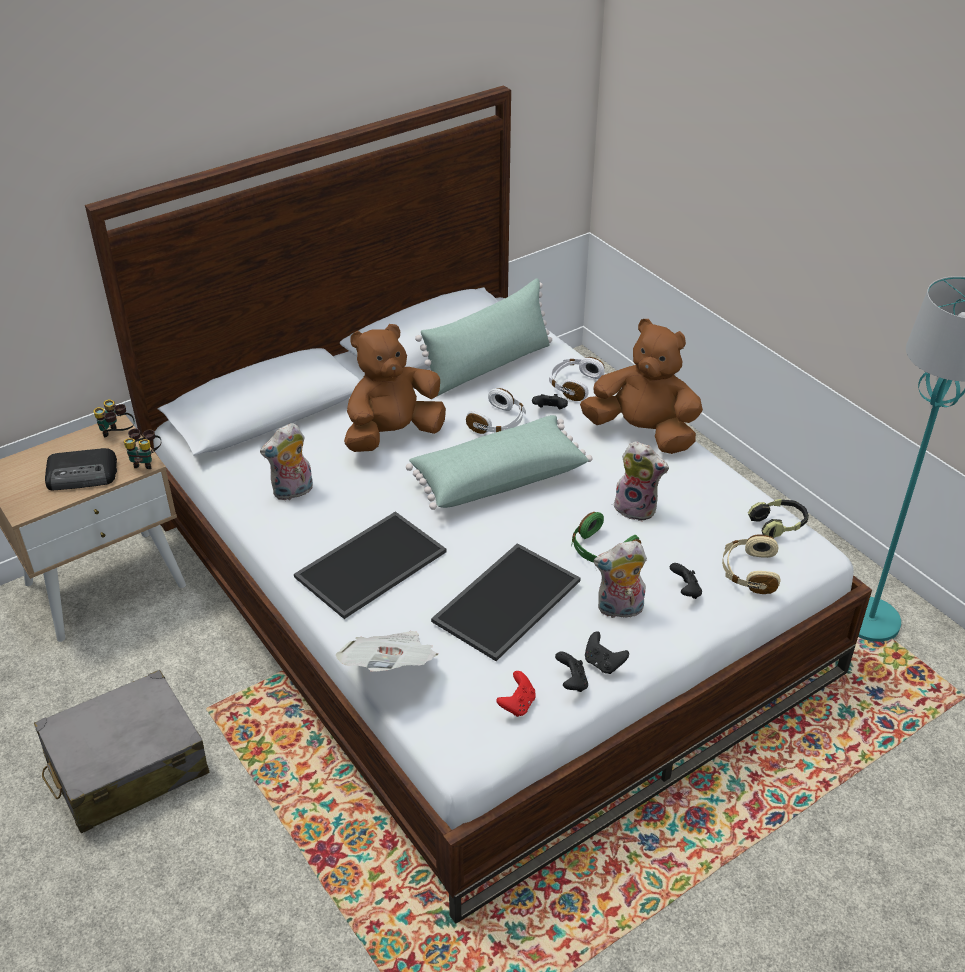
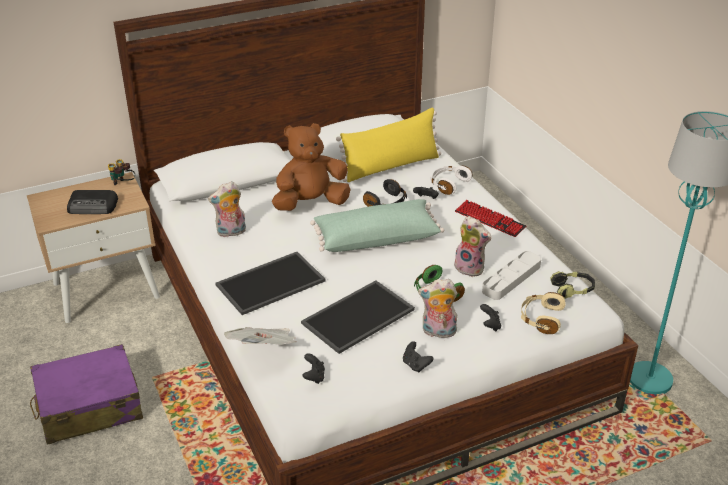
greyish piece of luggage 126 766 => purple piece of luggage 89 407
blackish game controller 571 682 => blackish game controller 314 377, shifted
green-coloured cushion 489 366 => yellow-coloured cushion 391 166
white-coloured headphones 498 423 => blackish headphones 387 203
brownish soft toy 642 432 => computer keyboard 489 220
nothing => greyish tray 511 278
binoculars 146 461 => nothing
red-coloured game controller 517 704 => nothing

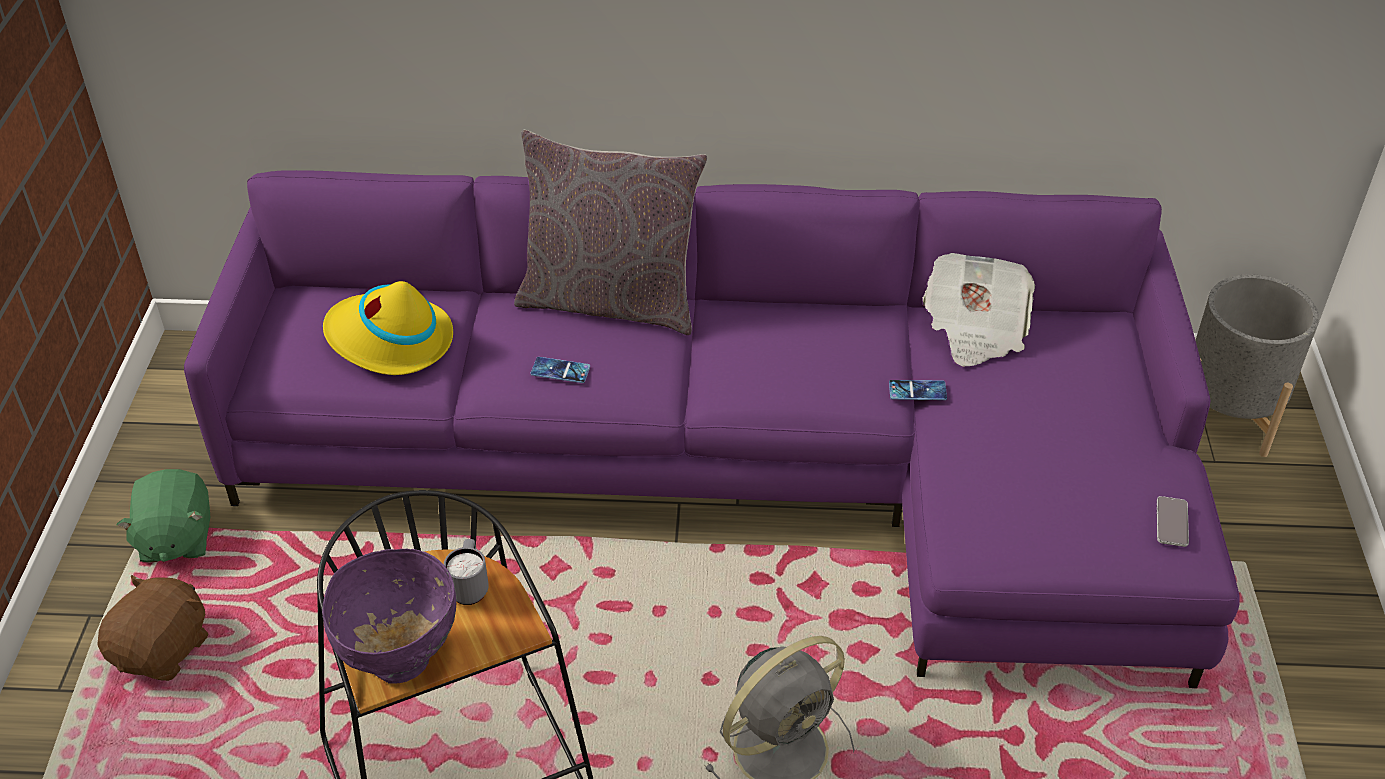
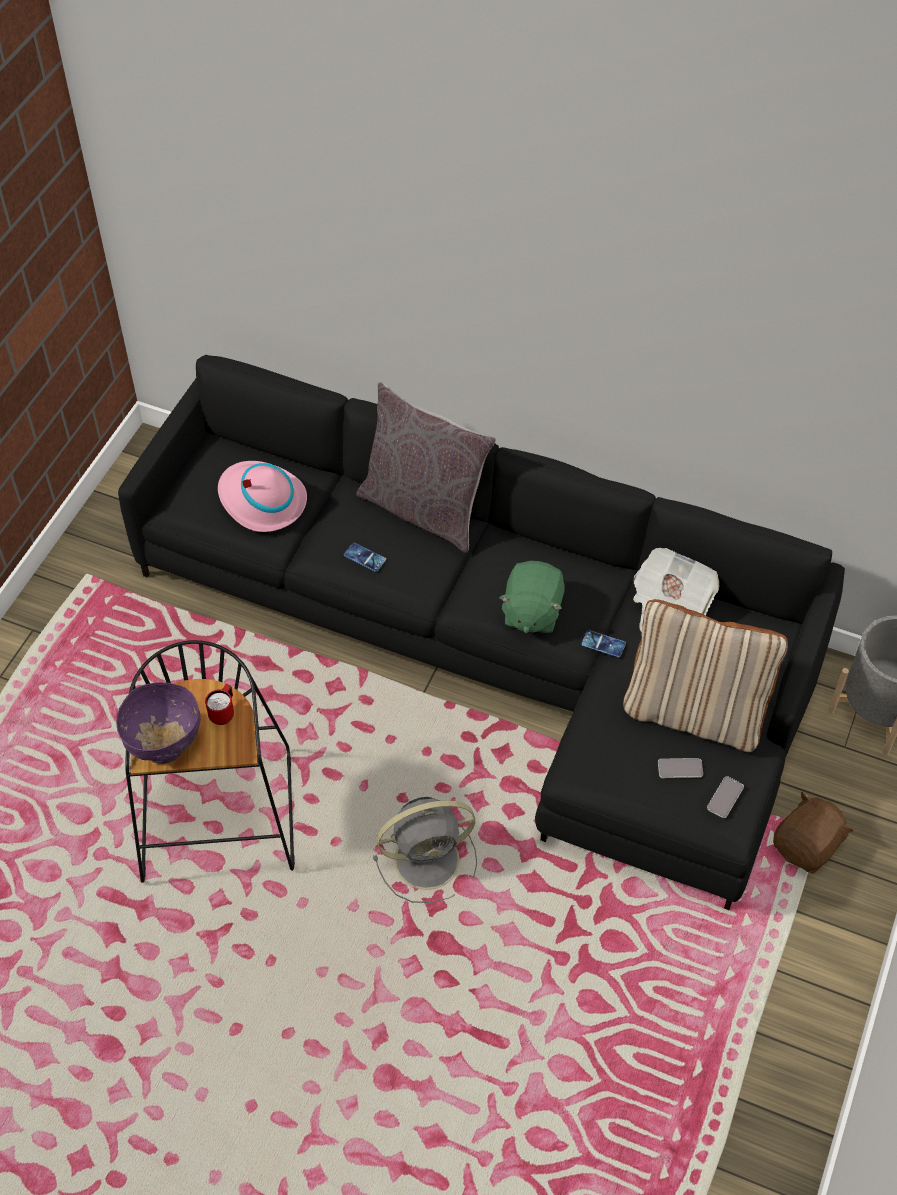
purple sofa 747 467 => blackish sofa 498 649
greyish coffee mug 470 587 => red-coloured coffee mug 223 713
yellow-coloured wearable hat 389 341 => pink-coloured wearable hat 262 501
green-coloured soft toy 175 538 => green-coloured soft toy 531 612, shifted
nothing => beige-coloured cushion 694 712
nothing => telephone 680 769
brownish soft toy 163 650 => brownish soft toy 807 846, shifted

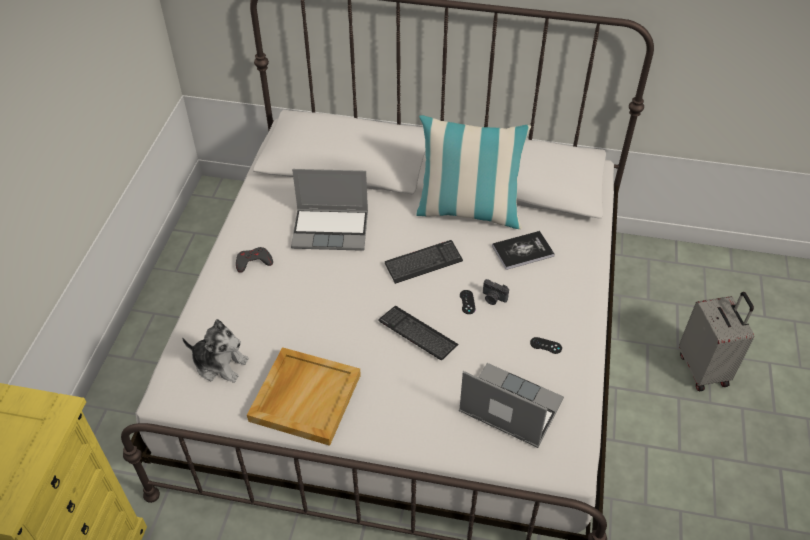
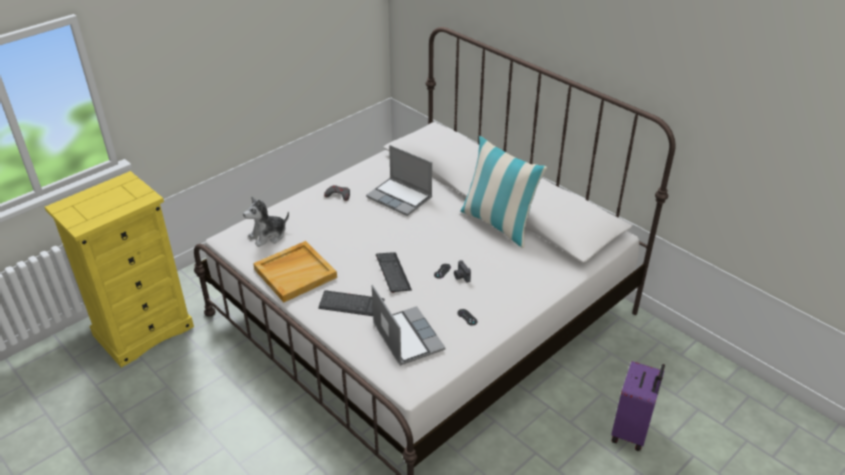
soft toy 220 364 => soft toy 268 236, 90 degrees clockwise
computer keyboard 423 263 => computer keyboard 351 305, shifted
greyish piece of luggage 704 369 => purple piece of luggage 631 431
bound book 522 251 => nothing

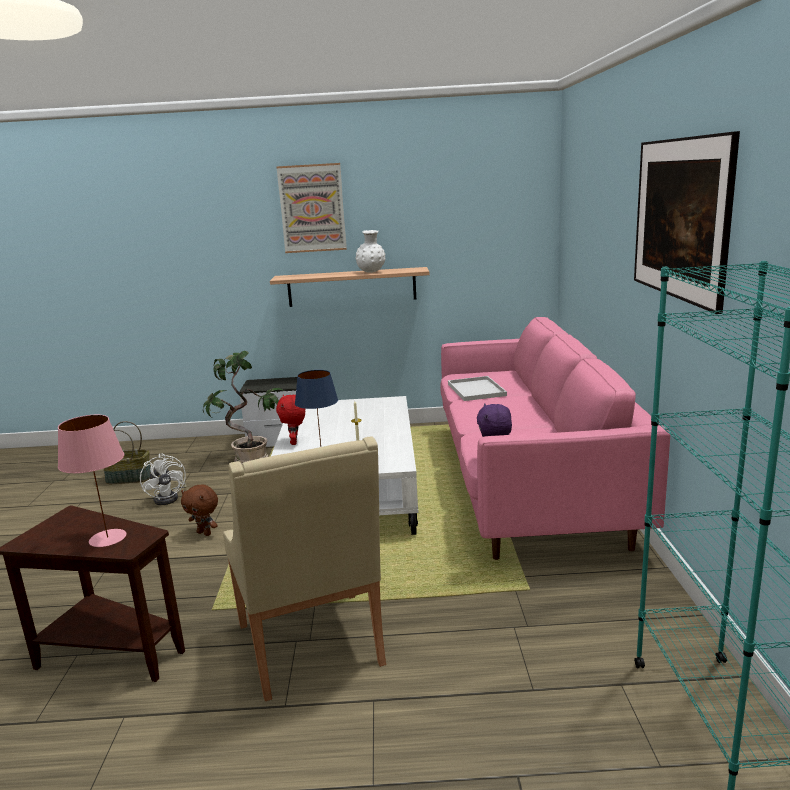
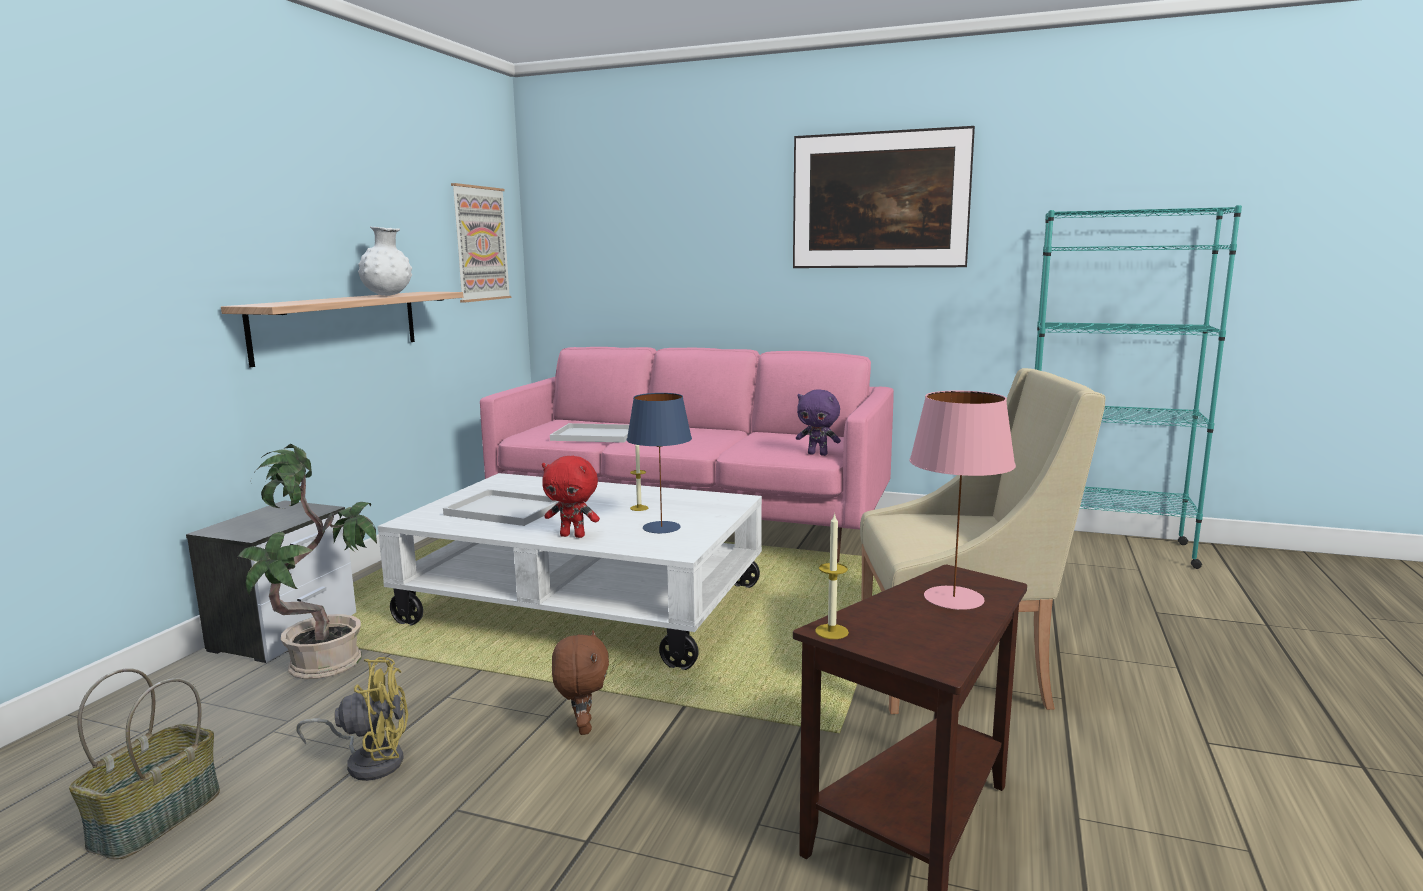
white-coloured cooling fan 169 497 => yellow-coloured cooling fan 369 760
nothing => white-coloured tray 503 510
wall art 312 208 => wall art 480 244, shifted
brownish soft toy 205 533 => brownish soft toy 582 727, 60 degrees counterclockwise
nothing => wax candle 831 631

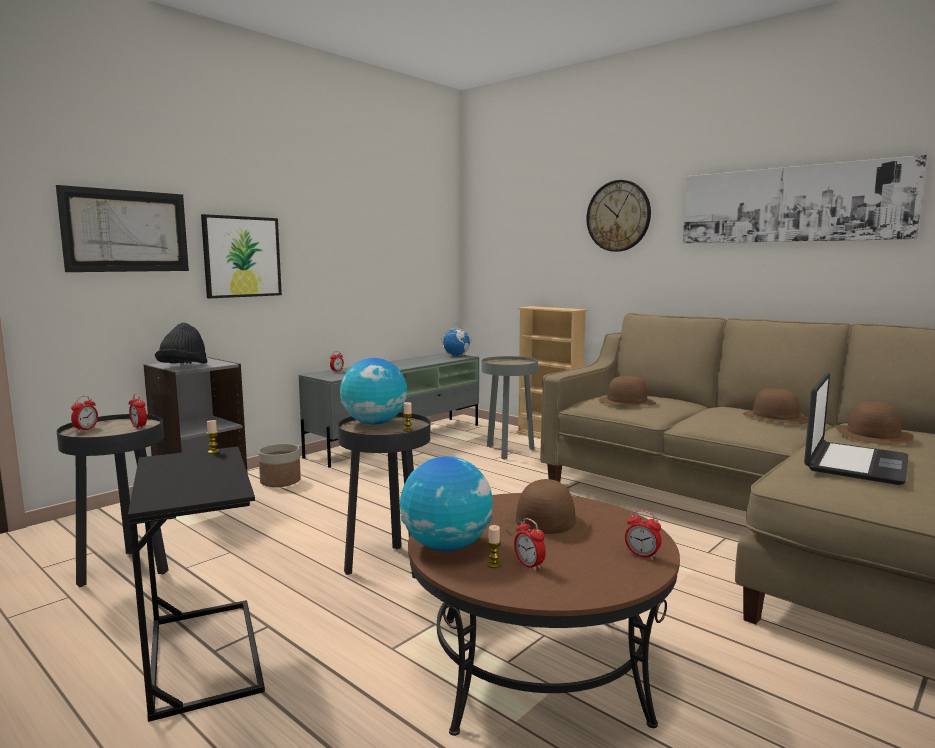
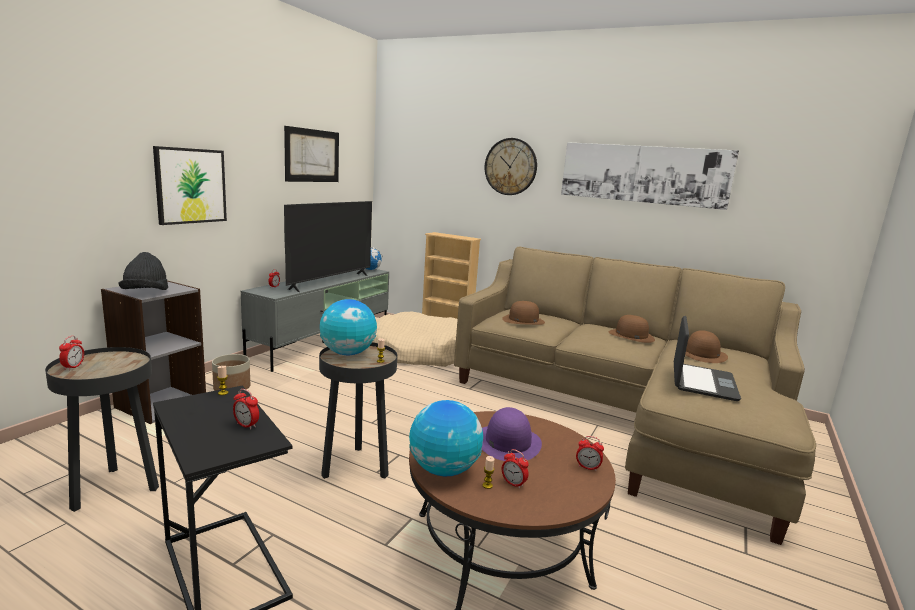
table clock 139 427 => table clock 246 425, shifted
wall art 126 231 => wall art 312 155, shifted
nothing => TV 330 282
greyish end table 508 451 => beige-coloured pet bed 419 352
brownish wearable hat 545 524 => purple wearable hat 507 442

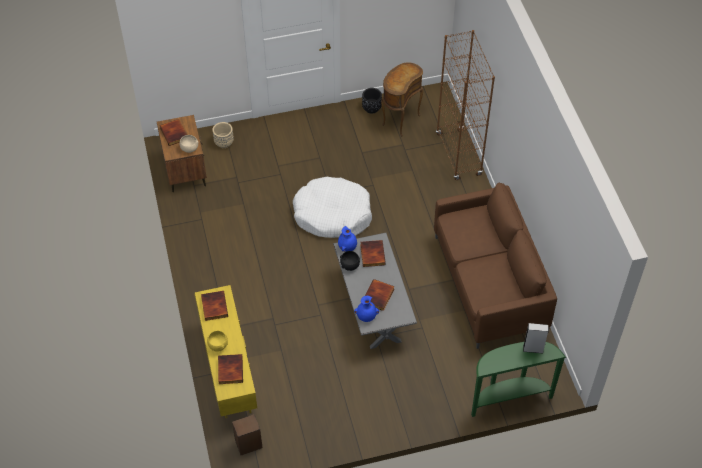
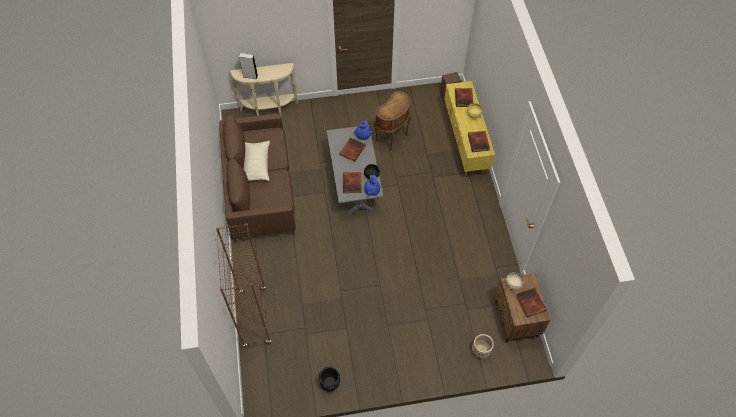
green-coloured hall table 508 398 => beige-coloured hall table 269 111
nothing => beige-coloured cushion 257 165
brownish end table 399 120 => brownish end table 392 139, shifted
white-coloured pet bed 332 214 => nothing

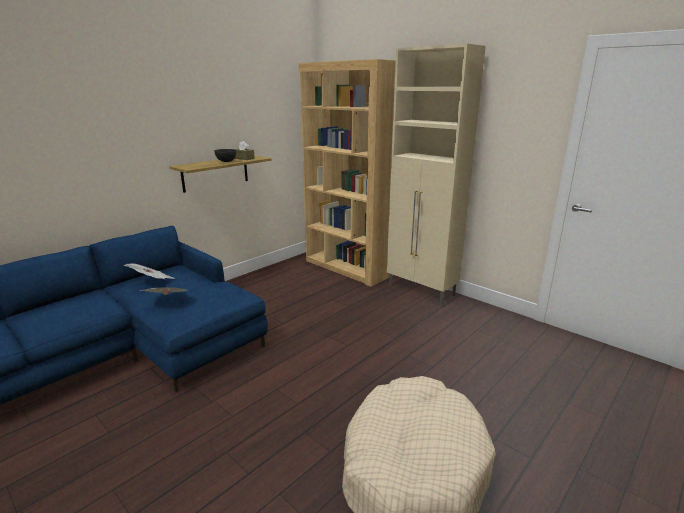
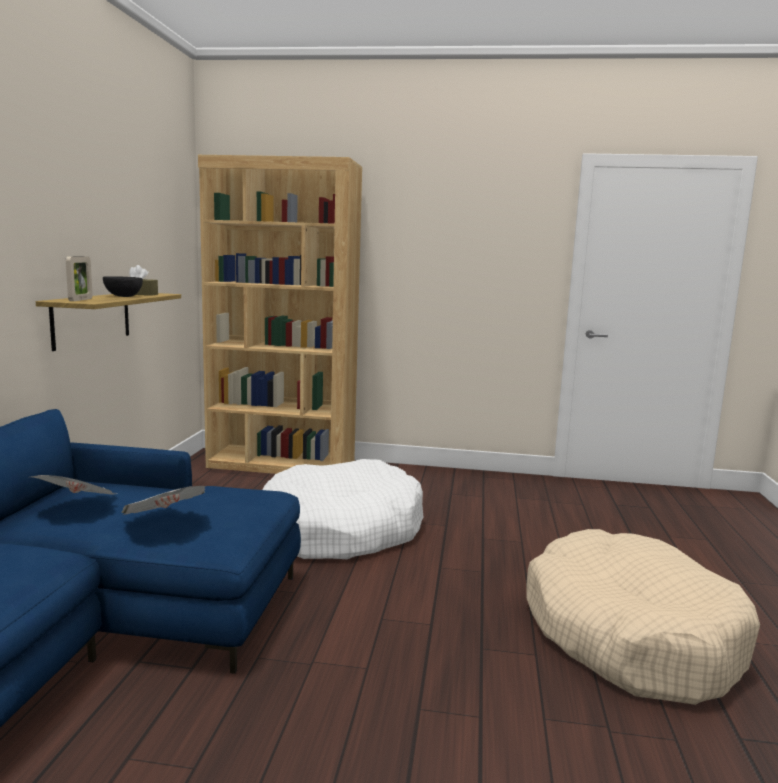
nothing => standing frame 80 300
nothing => white-coloured pet bed 340 530
beige-coloured storage cabinet 421 291 => nothing

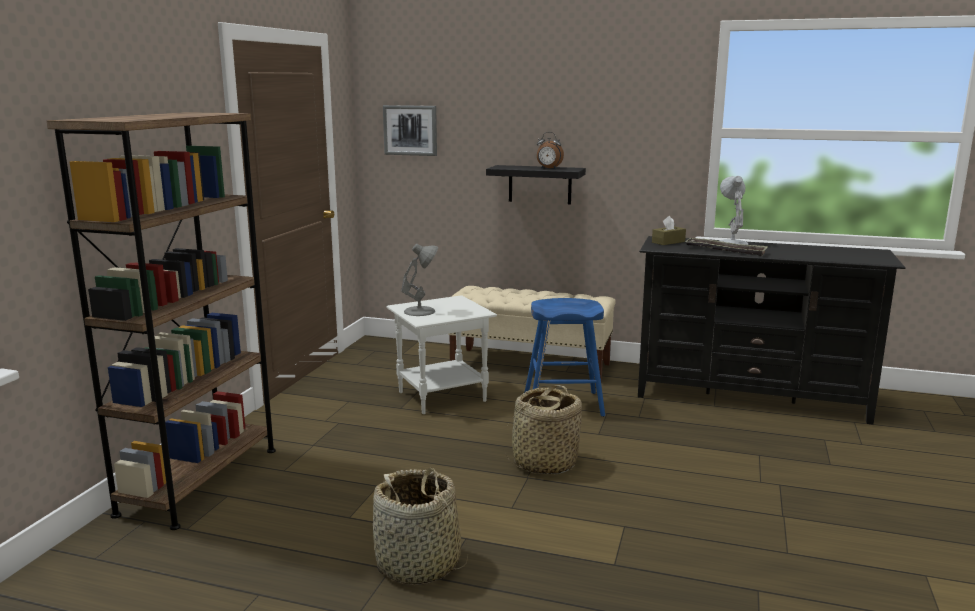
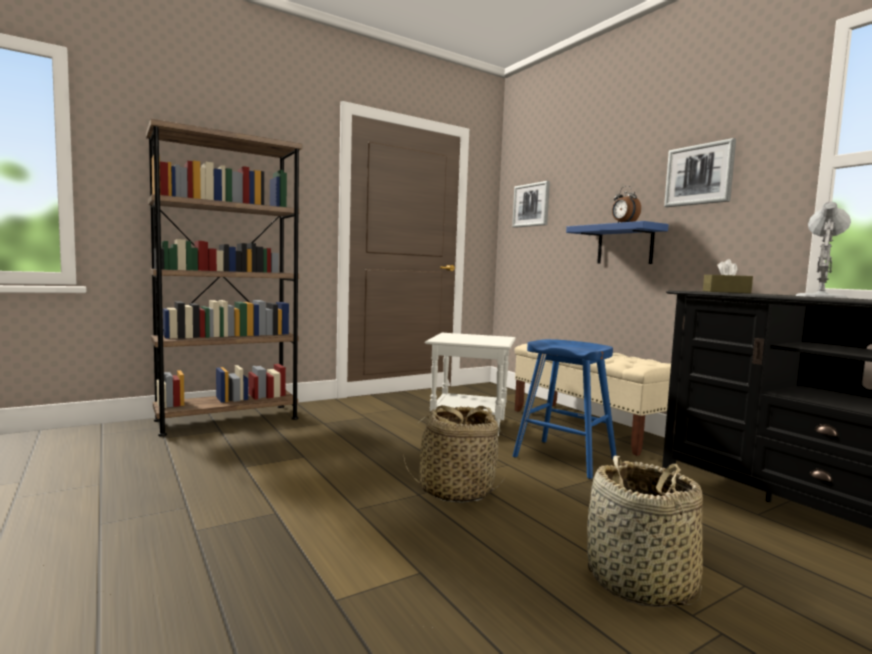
blackish bracket shelf 540 184 => blue-coloured bracket shelf 625 245
basket 419 565 => basket 640 583, shifted
nothing => wall art 699 175
greyish lamp for a table 421 311 => nothing
tray 725 250 => nothing

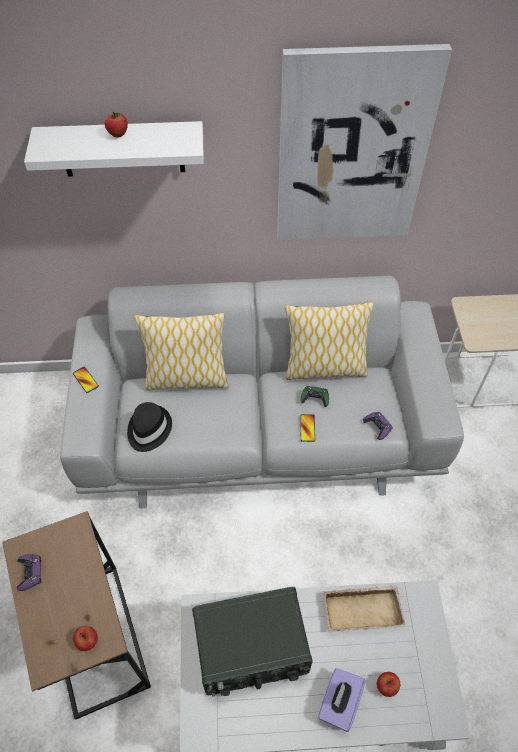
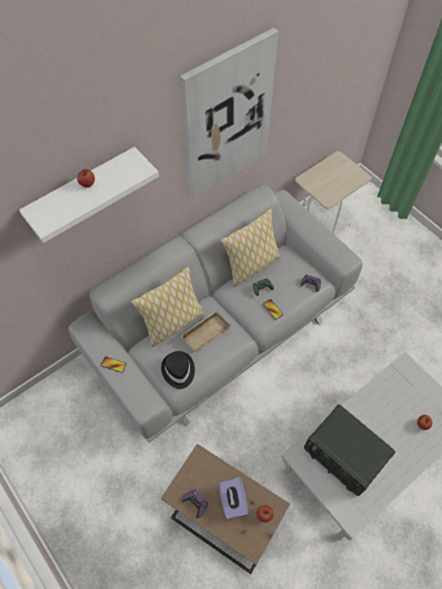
beige-coloured tray 363 608 => beige-coloured tray 205 332, shifted
purple tissue holder 339 702 => purple tissue holder 233 501, shifted
radio 252 650 => radio 343 456, 90 degrees clockwise

